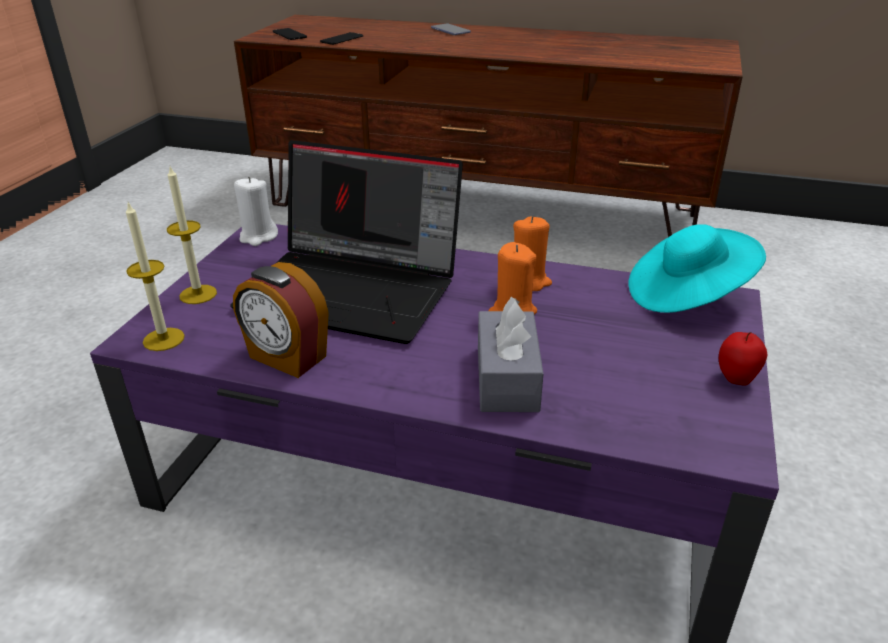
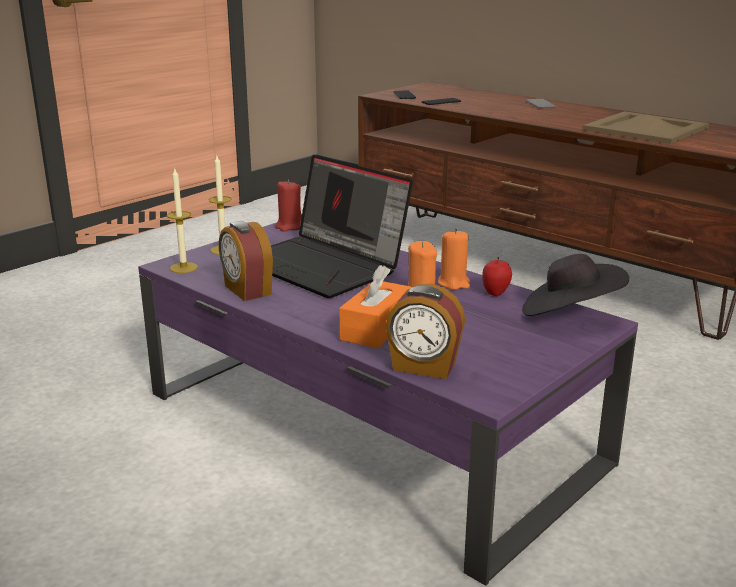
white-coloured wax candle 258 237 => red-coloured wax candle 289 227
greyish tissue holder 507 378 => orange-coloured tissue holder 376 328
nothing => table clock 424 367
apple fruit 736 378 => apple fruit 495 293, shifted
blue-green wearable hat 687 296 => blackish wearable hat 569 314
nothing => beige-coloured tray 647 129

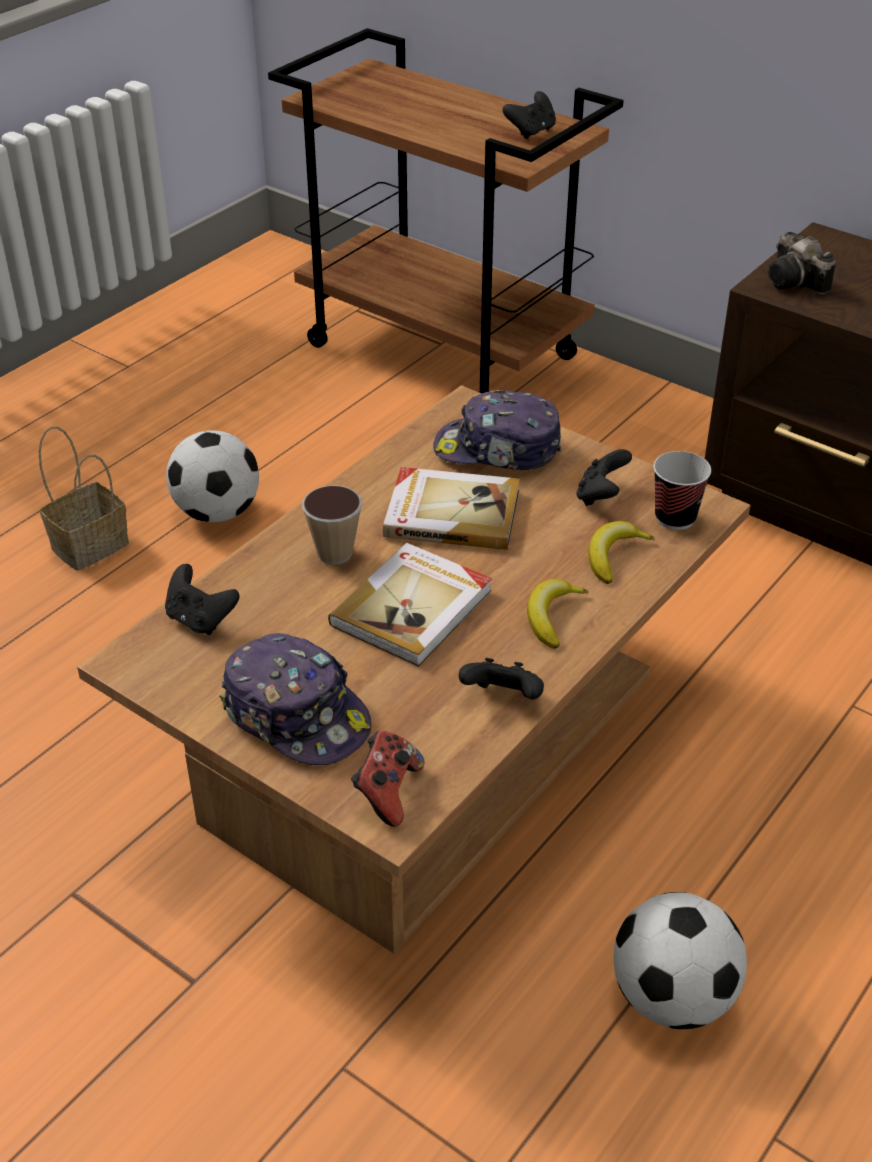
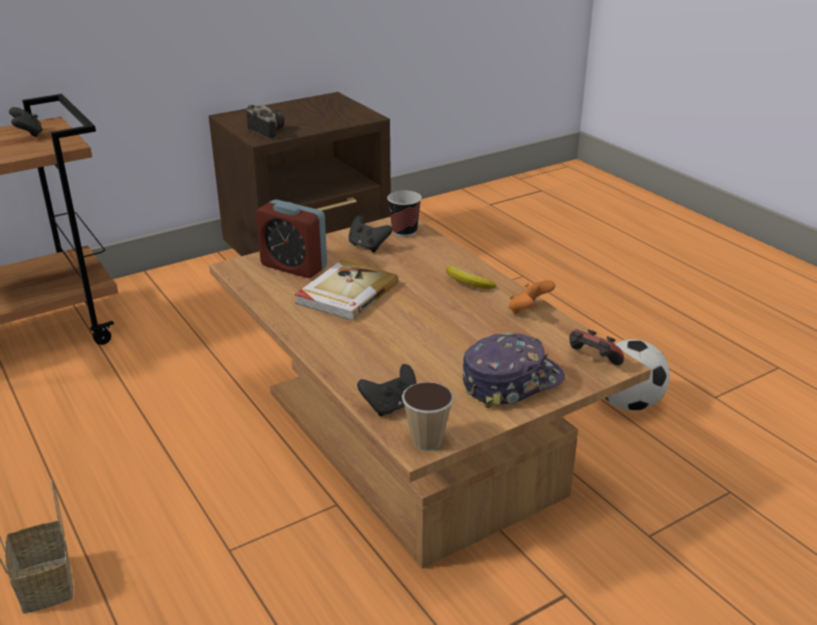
still camera 797 282 => still camera 266 131, 120 degrees counterclockwise
cap 497 450 => table clock 294 266
small cup 335 553 => small cup 427 441, shifted
blackish game controller 503 698 => orange-coloured game controller 528 311
football 217 513 => nothing
bound book 414 608 => nothing
banana fruit 613 556 => nothing

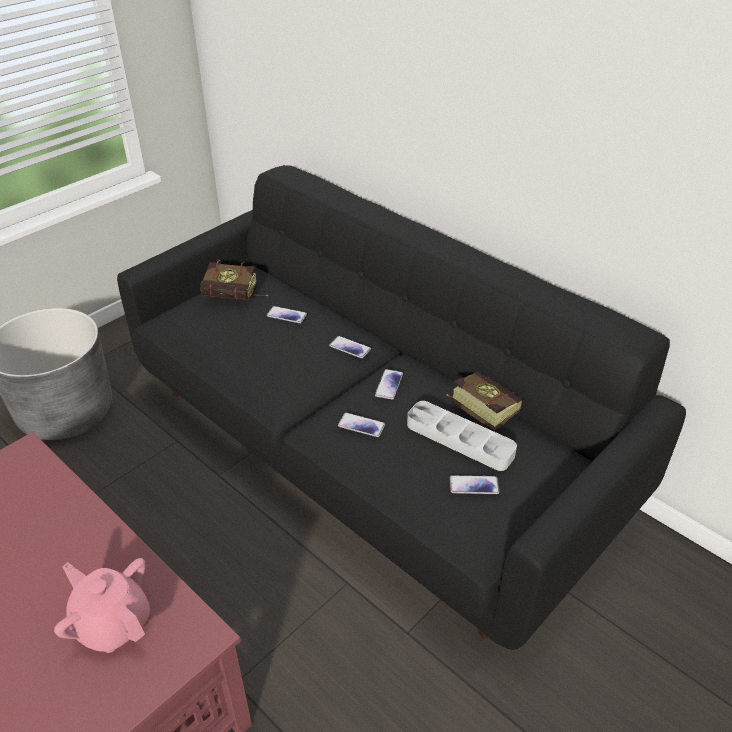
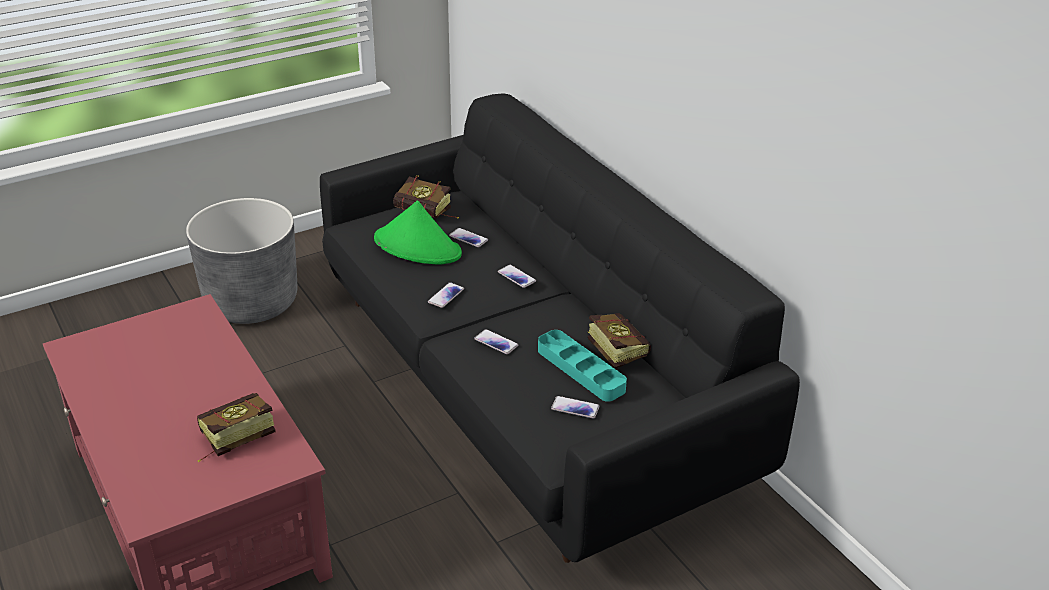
pink-coloured pot for tea 113 623 => bound book 231 440
nothing => green-coloured wearable hat 418 247
telephone 389 385 => telephone 446 296, shifted
greyish tray 459 439 => blue-green tray 580 370

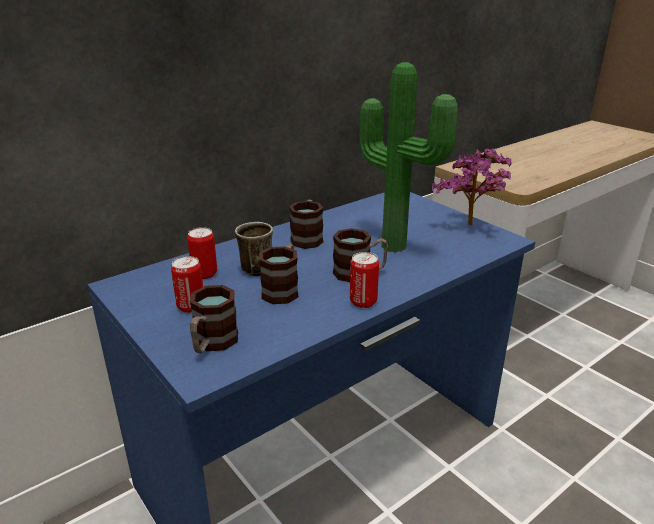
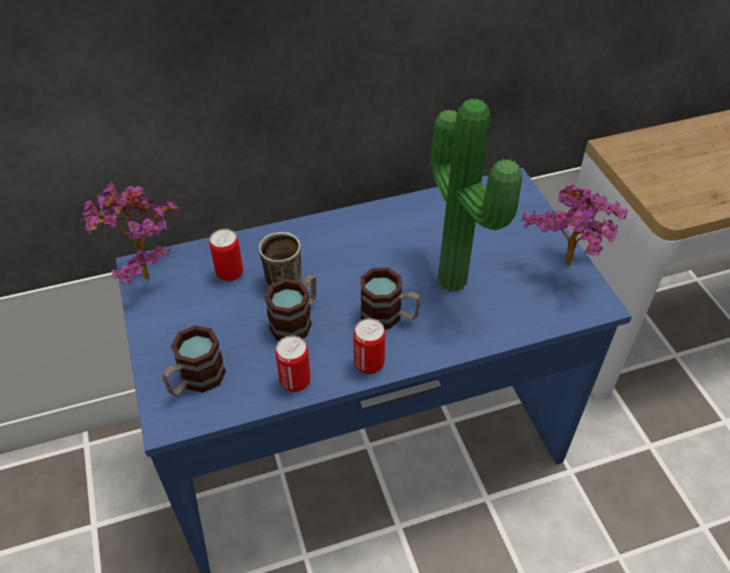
nothing => houseplant 143 273
can 191 306 => can 295 381, shifted
coffee mug 307 238 => nothing

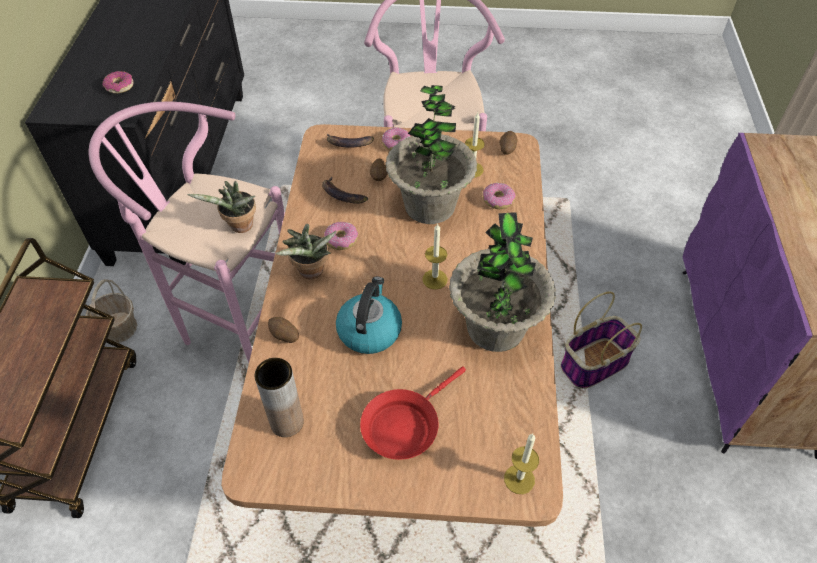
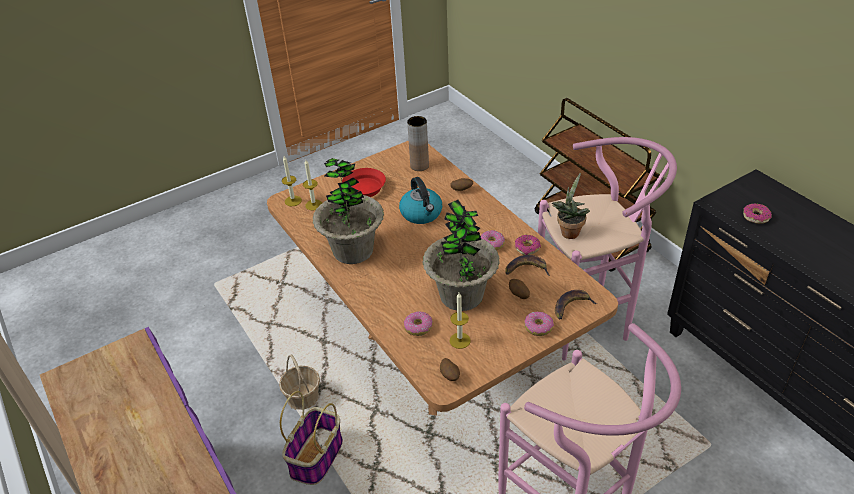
basket 118 328 => basket 303 397, shifted
wax candle 435 279 => wax candle 314 205, shifted
nothing => doughnut 527 248
houseplant 311 273 => nothing

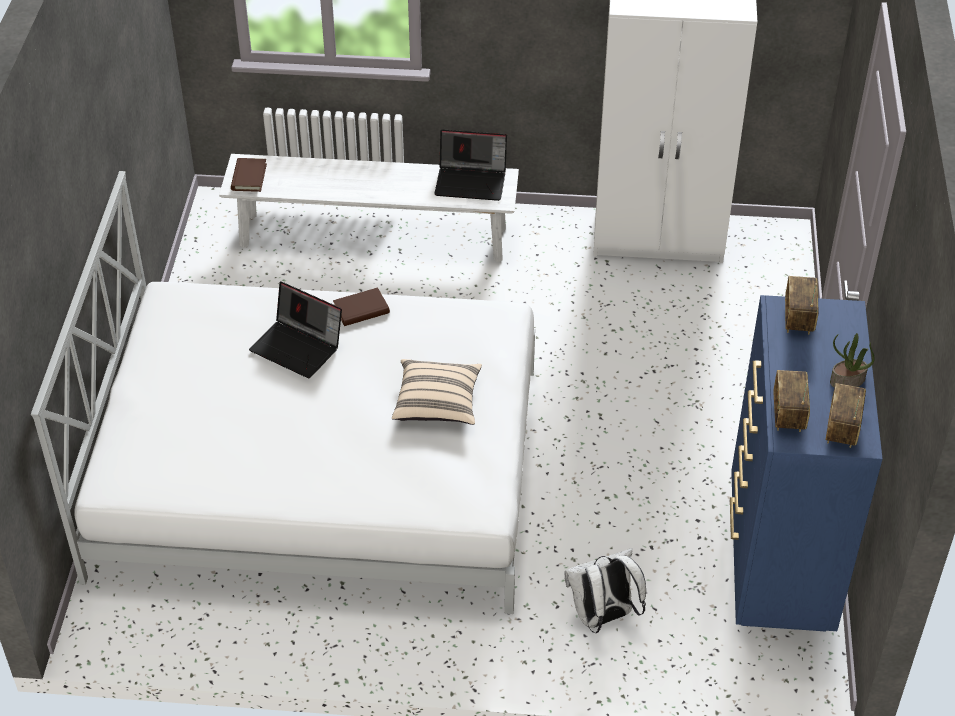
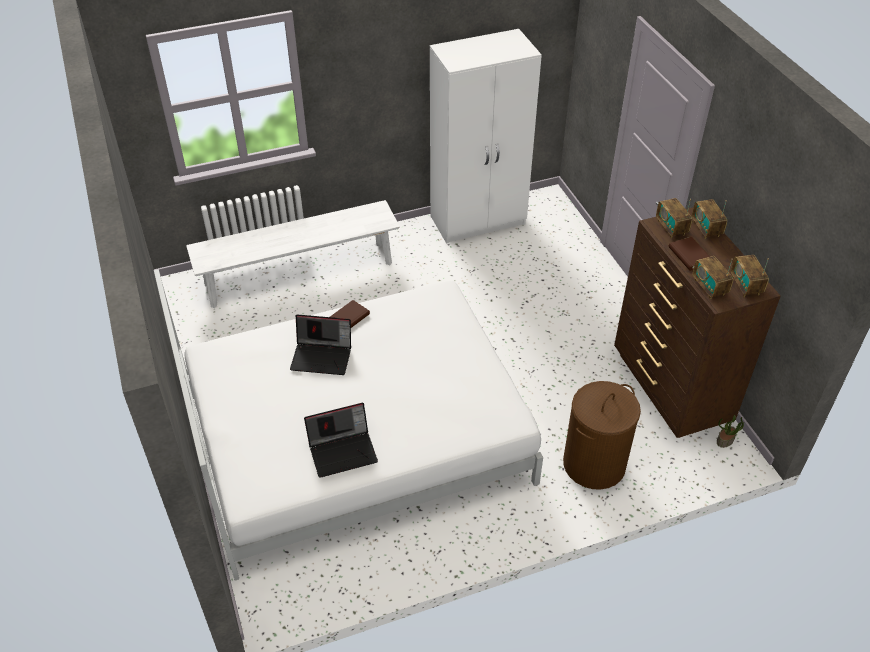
laptop 472 181 => laptop 343 451, shifted
white-coloured backpack 602 617 => brownish laundry basket 594 464
blue-coloured chest of drawers 778 558 => brownish chest of drawers 670 388
brownish bound book 249 177 => brownish bound book 689 256, shifted
nothing => radio 706 229
houseplant 847 381 => houseplant 725 440, shifted
beige-coloured cushion 437 403 => nothing

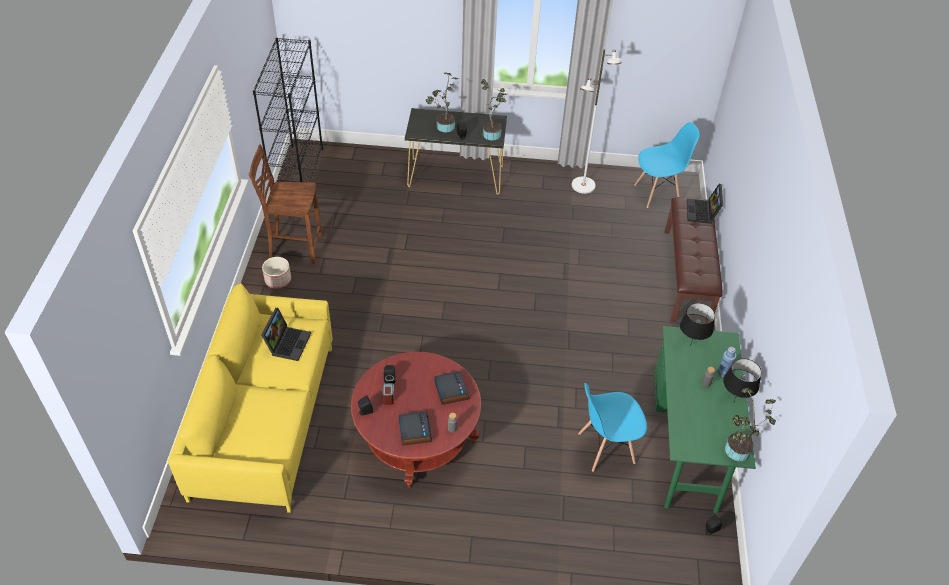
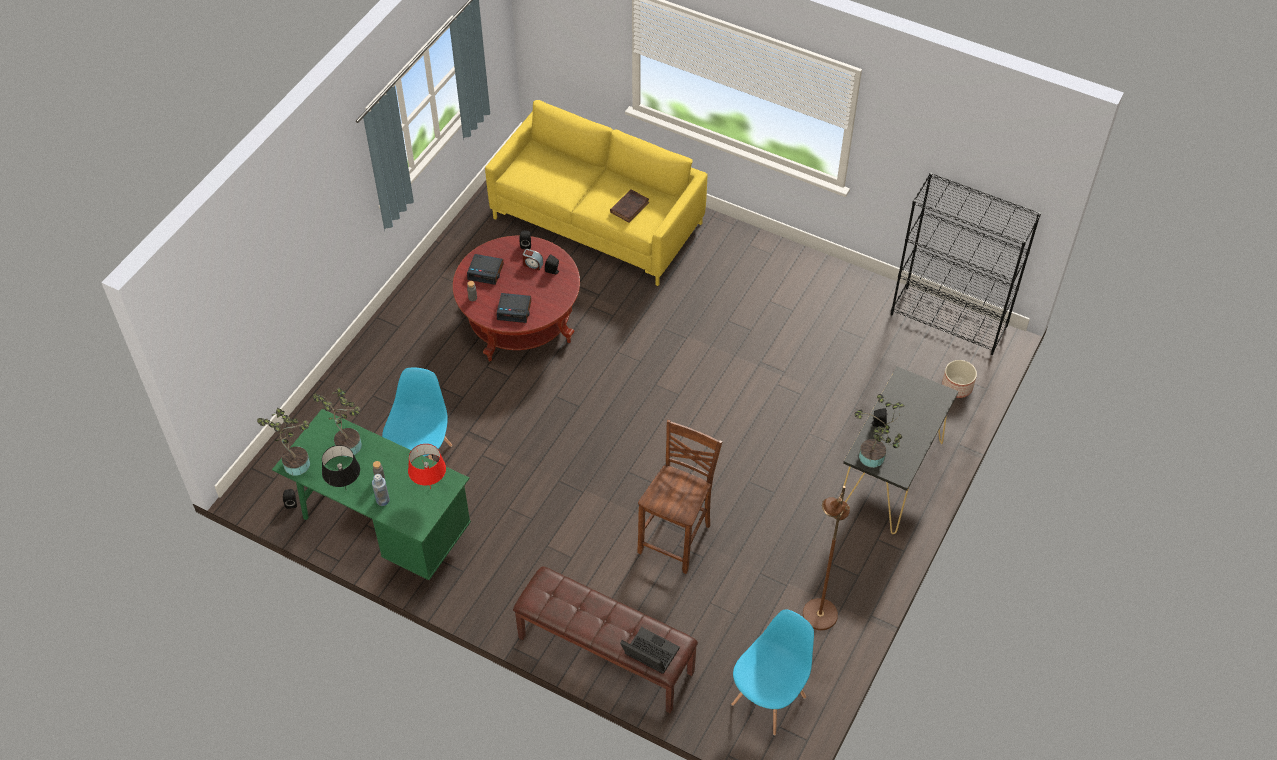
houseplant 443 127 => houseplant 348 443, shifted
blackish lamp for a table 690 345 => red-coloured lamp for a table 430 489
laptop 287 342 => brownish bound book 630 207
brownish chair 294 247 => brownish chair 677 539, shifted
blue-coloured chair 657 193 => blue-coloured chair 769 700, 150 degrees counterclockwise
white-coloured floor lamp 583 186 => brownish floor lamp 819 614
planter 277 280 => planter 957 386, shifted

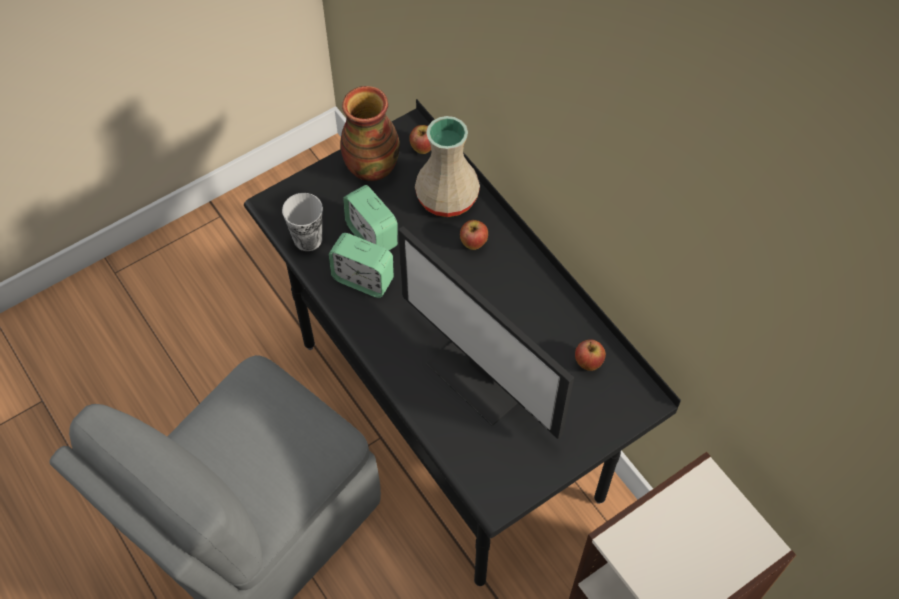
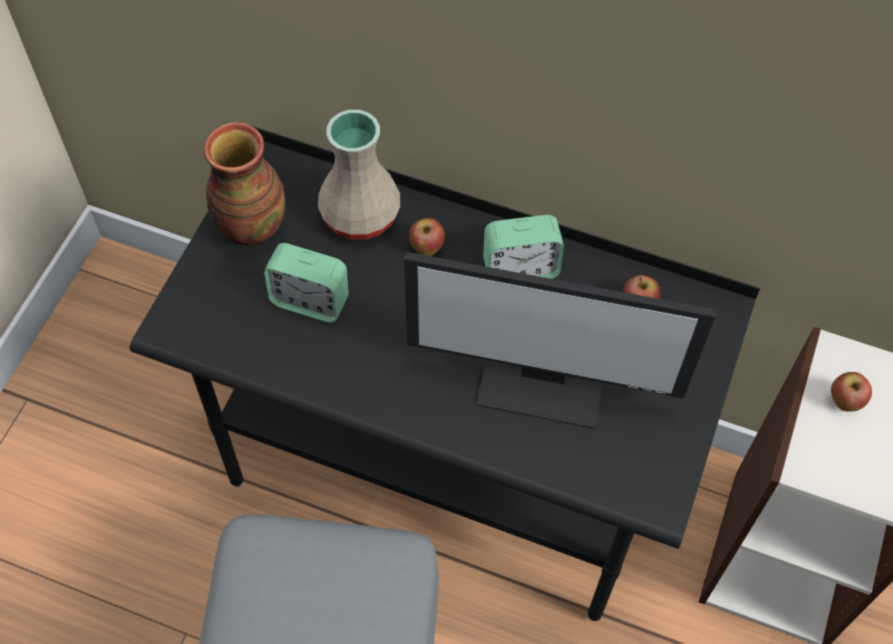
table clock 363 279 => table clock 520 269, shifted
apple fruit 423 149 => apple fruit 844 402, shifted
small cup 308 239 => nothing

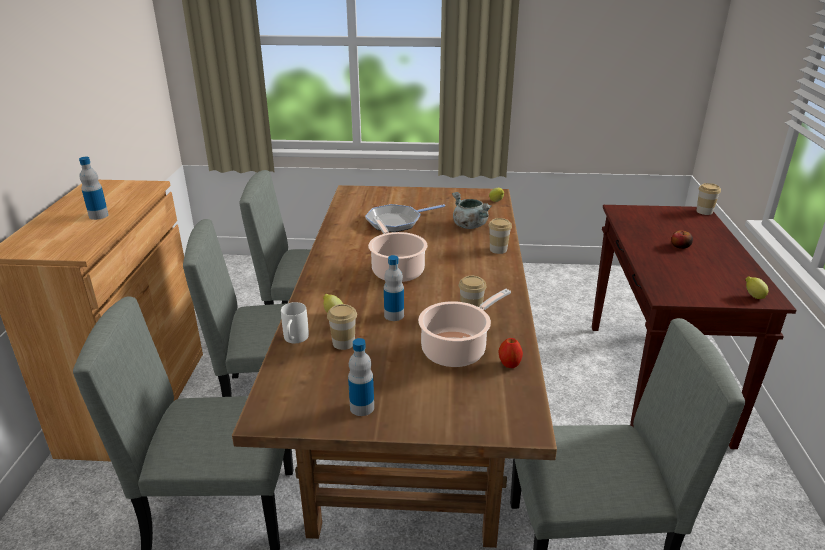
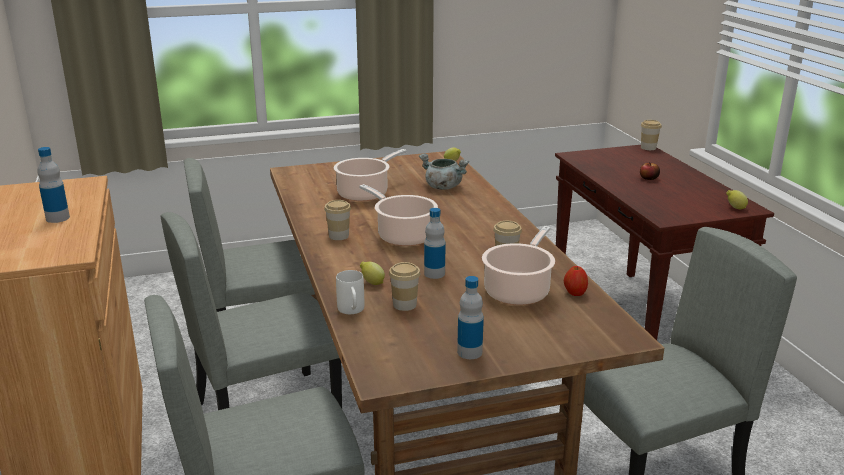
small cup 498 249 => small cup 339 236, shifted
skillet 396 222 => stockpot 365 193

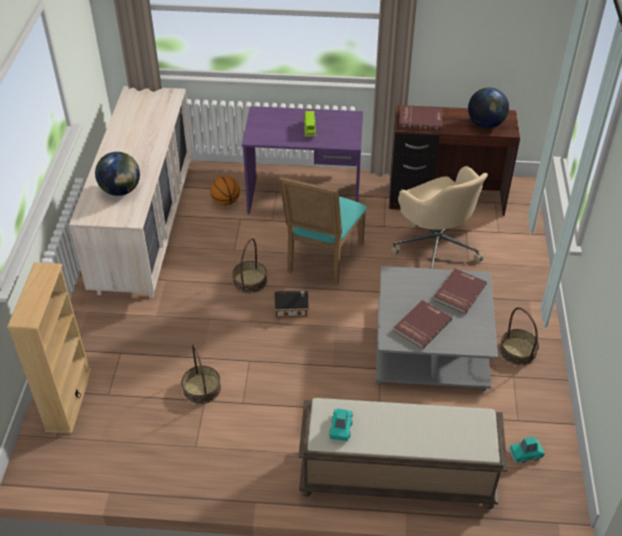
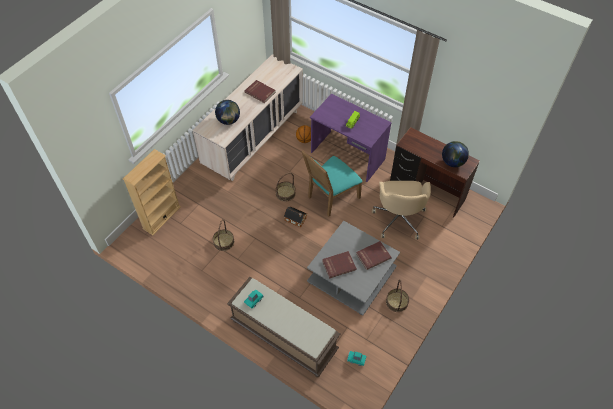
red-coloured bound book 420 119 => red-coloured bound book 260 92, shifted

